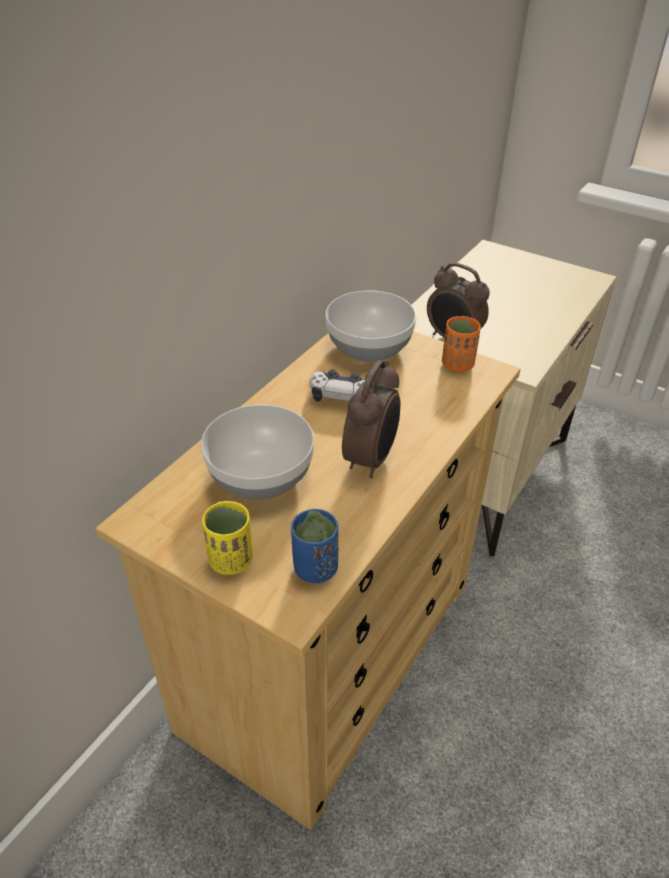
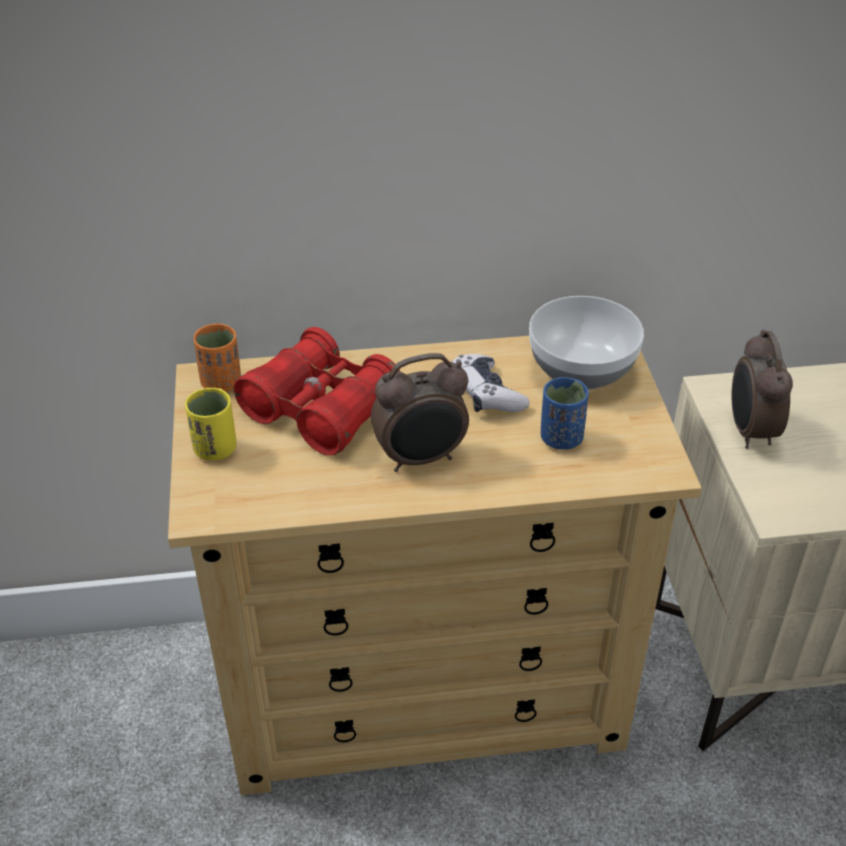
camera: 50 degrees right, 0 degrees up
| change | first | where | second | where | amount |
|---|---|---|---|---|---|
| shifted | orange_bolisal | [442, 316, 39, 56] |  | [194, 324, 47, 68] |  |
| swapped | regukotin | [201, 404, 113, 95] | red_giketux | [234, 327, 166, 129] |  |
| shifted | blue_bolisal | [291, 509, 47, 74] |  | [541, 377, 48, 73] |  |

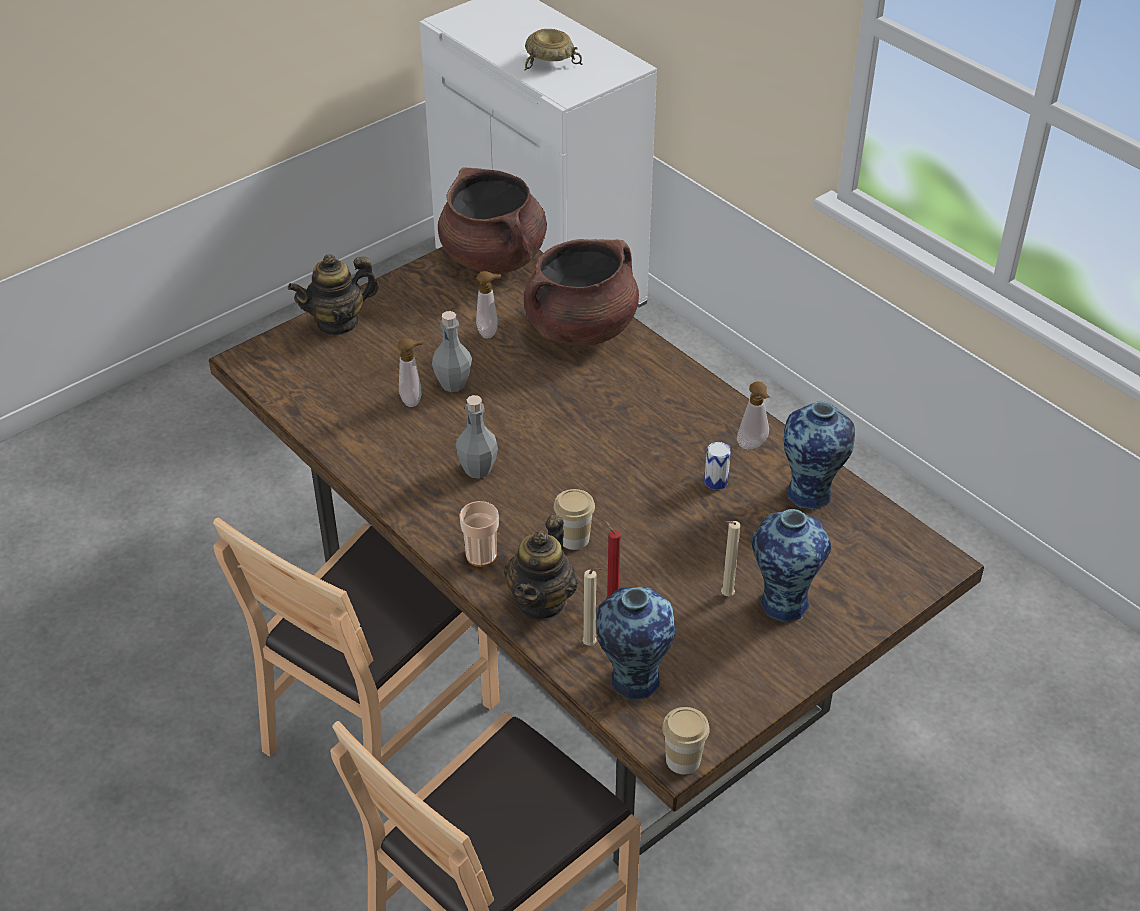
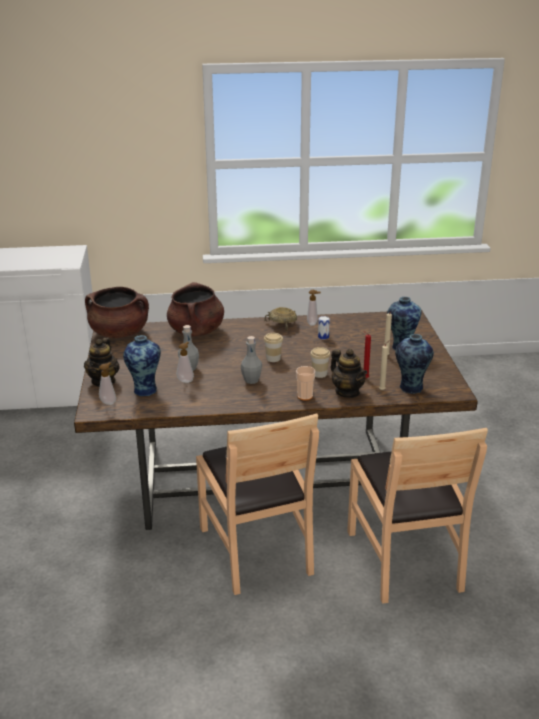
camera: 55 degrees left, 15 degrees down
| change | first | where | second | where | amount |
|---|---|---|---|---|---|
| shifted | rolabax | [476, 271, 25, 68] |  | [99, 362, 17, 43] |  |
| shifted | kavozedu | [784, 401, 71, 110] |  | [123, 335, 38, 61] |  |
| shifted | beige_regukotin | [524, 29, 58, 42] |  | [264, 307, 33, 25] |  |
| shifted | bolisal | [662, 707, 48, 67] |  | [264, 333, 19, 29] |  |

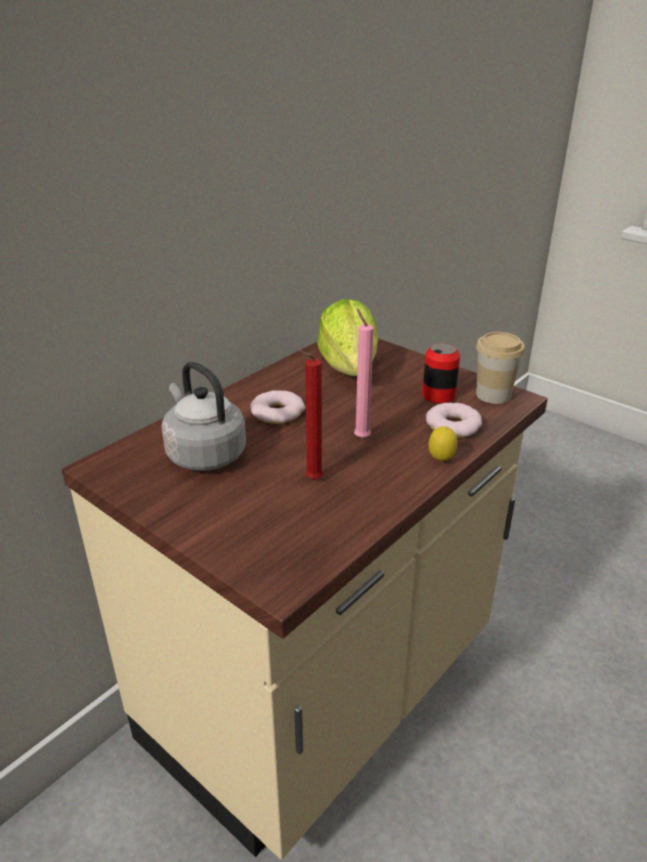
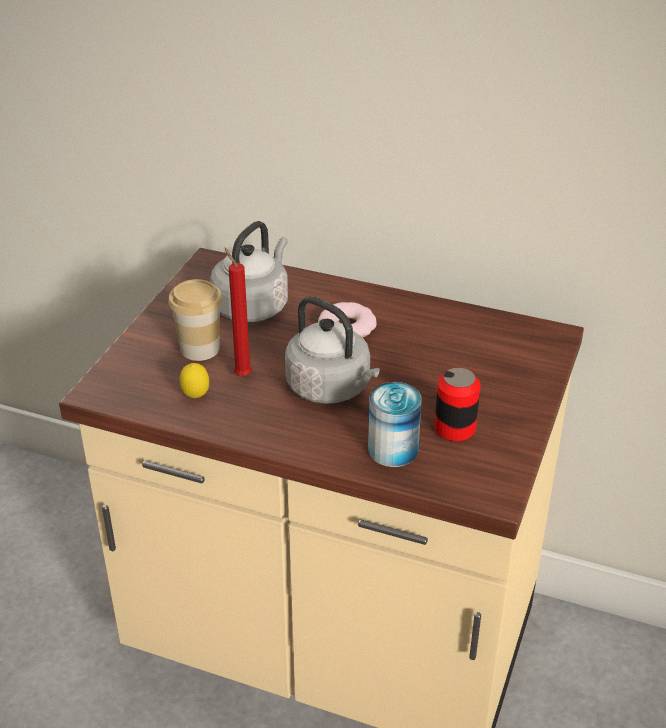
camera: 70 degrees right, 5 degrees up
| change | first | where | second | where | amount |
|---|---|---|---|---|---|
| shifted | bolisal | [476, 332, 49, 72] |  | [168, 279, 55, 82] |  |
| shifted | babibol | [429, 426, 28, 35] |  | [180, 363, 29, 35] |  |
| swapped | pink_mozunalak | [354, 308, 20, 131] | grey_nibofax | [285, 296, 95, 108] |  |
| swapped | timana | [426, 403, 56, 35] | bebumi | [368, 382, 54, 85] |  |
| gone | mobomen | [317, 299, 61, 77] |  |  |  |

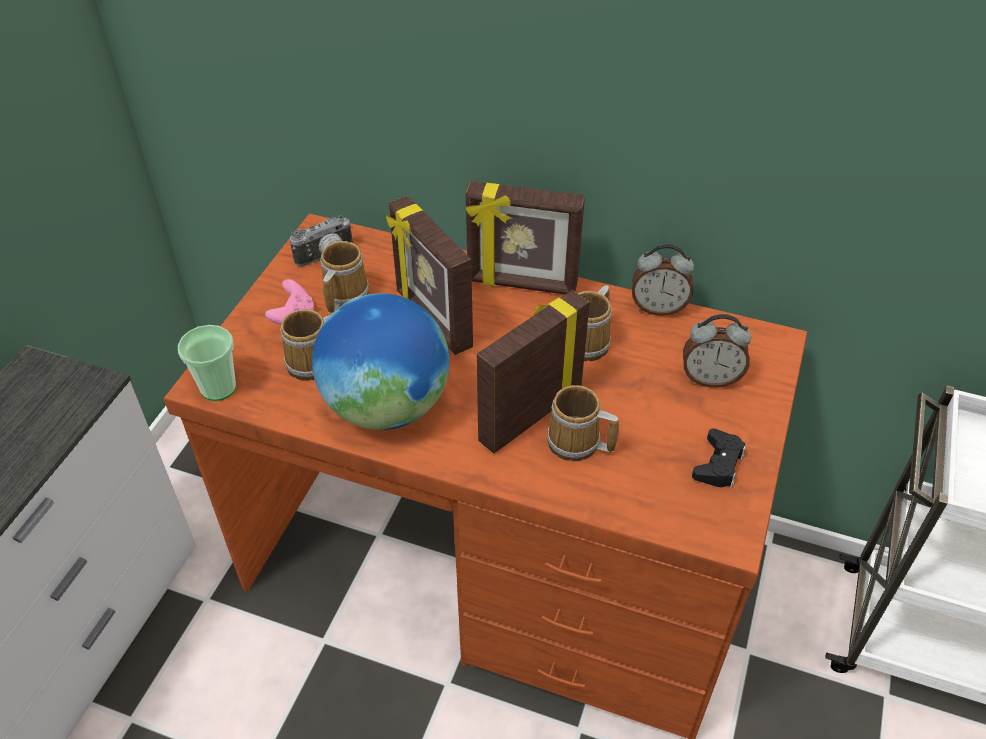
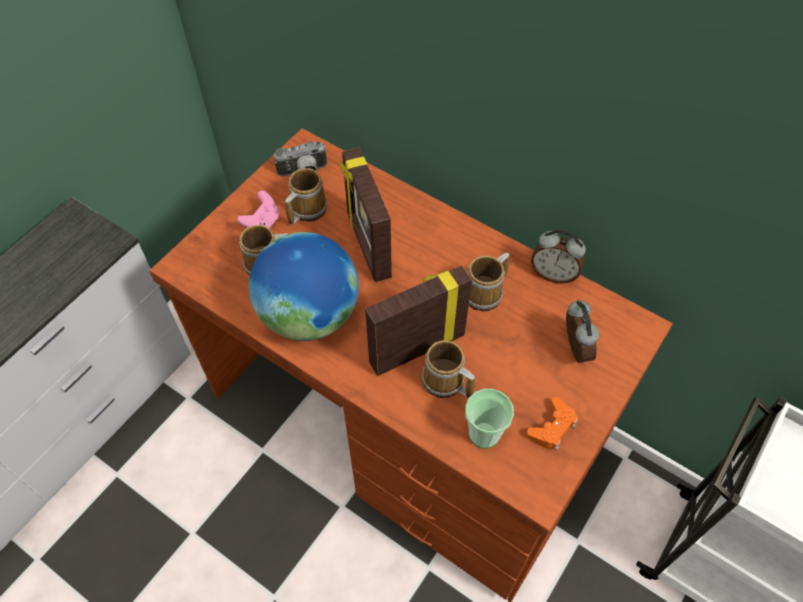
camera: 15 degrees right, 10 degrees up
| change | first | where | second | where | amount |
|---|---|---|---|---|---|
| shifted | bolisal | [178, 325, 58, 76] |  | [465, 389, 49, 59] |  |
| repainted | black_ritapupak | [692, 428, 54, 59] | orange_ritapupak | [526, 397, 52, 54] |  |
| rotated | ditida | [683, 314, 68, 74] |  | [566, 300, 33, 63] | 120 degrees counterclockwise |
| gone | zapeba | [466, 181, 119, 114] |  |  |  |

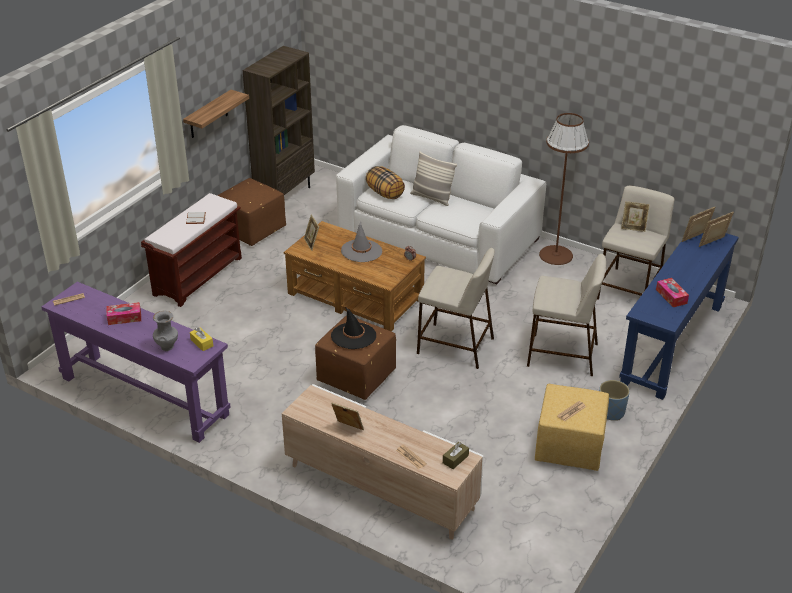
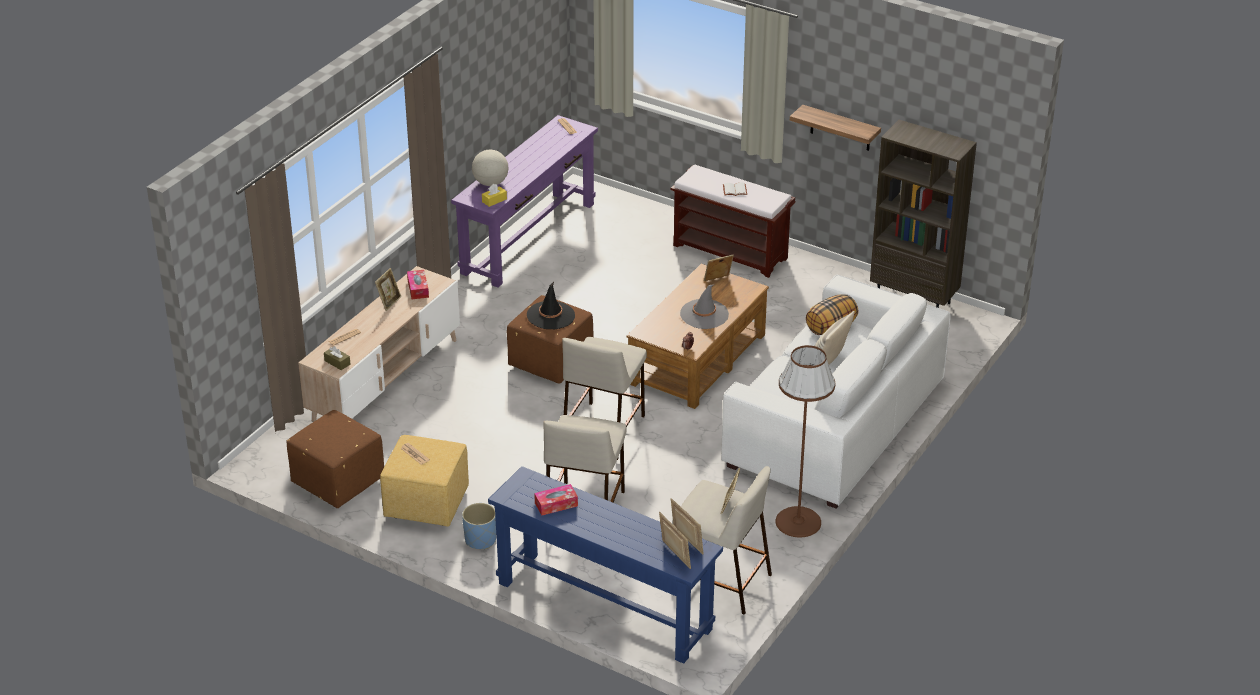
camera: 90 degrees right, 0 degrees up
| change | first | where | second | where | amount |
|---|---|---|---|---|---|
| shifted | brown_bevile | [217, 178, 69, 68] |  | [286, 410, 98, 98] |  |
| shifted | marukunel | [107, 302, 34, 23] |  | [407, 270, 22, 29] |  |
| swapped | grey_kavozedu | [153, 311, 25, 40] | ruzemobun | [472, 150, 36, 36] |  |

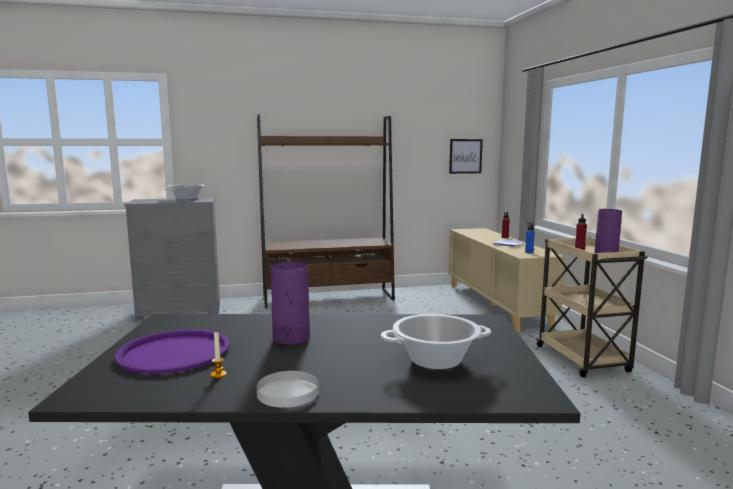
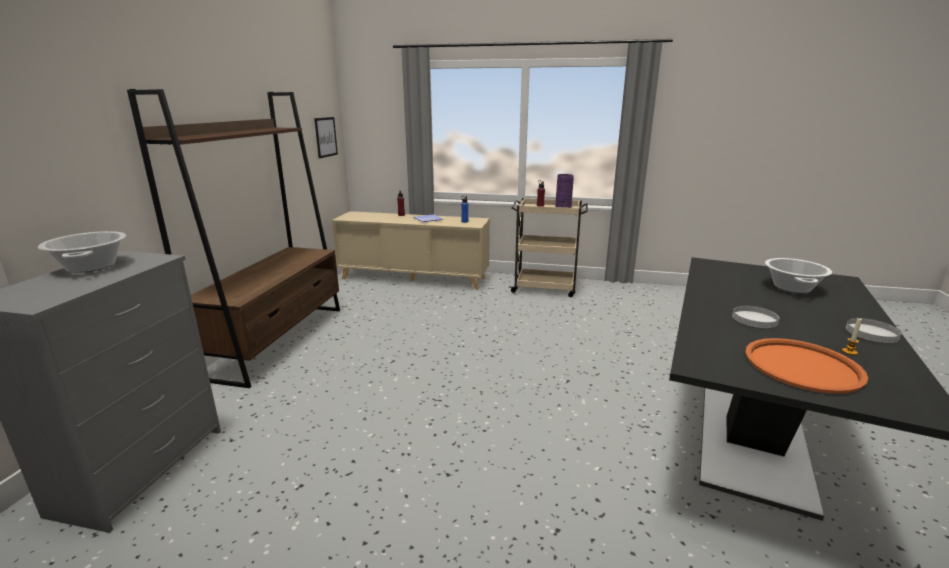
camera: 65 degrees left, 10 degrees up
| change | first | where | second | where | amount |
|---|---|---|---|---|---|
| swapped | purple_kavozedu | [271, 261, 39, 84] | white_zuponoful | [732, 305, 48, 23] |  |
| repainted | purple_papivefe | [115, 329, 115, 45] | orange_papivefe | [745, 338, 123, 56] |  |

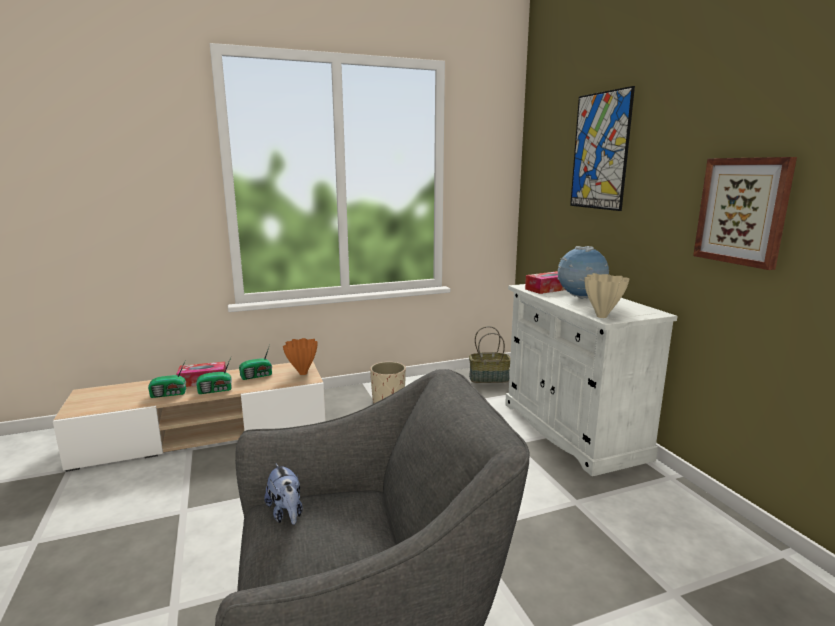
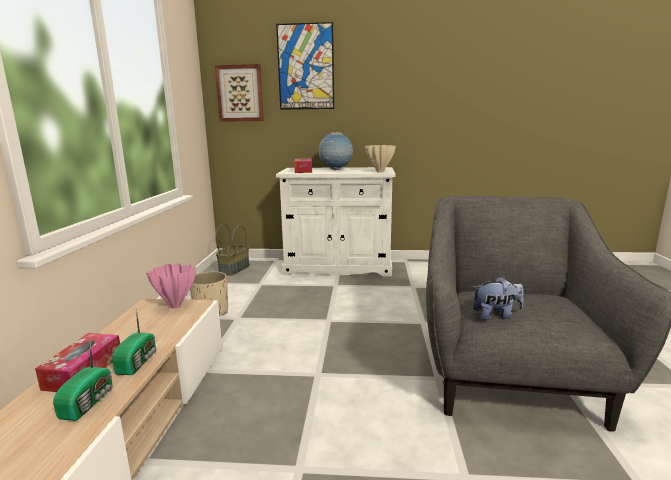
camera: 65 degrees left, 0 degrees up
| change | first | where | second | where | amount |
|---|---|---|---|---|---|
| repainted | orange_kavozedu | [283, 338, 35, 37] | pink_kavozedu | [146, 263, 50, 45] |  |
| shifted | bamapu | [693, 157, 104, 113] |  | [215, 64, 49, 58] |  |
| gone | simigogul | [239, 345, 33, 35] |  |  |  |

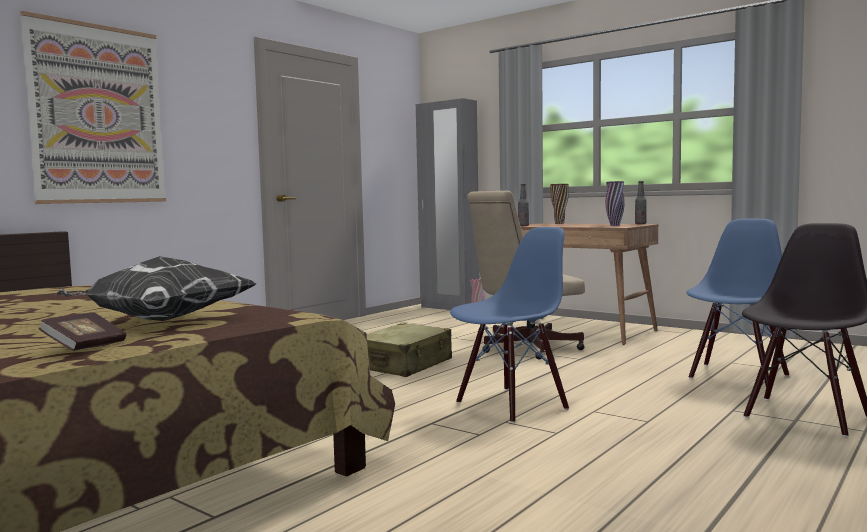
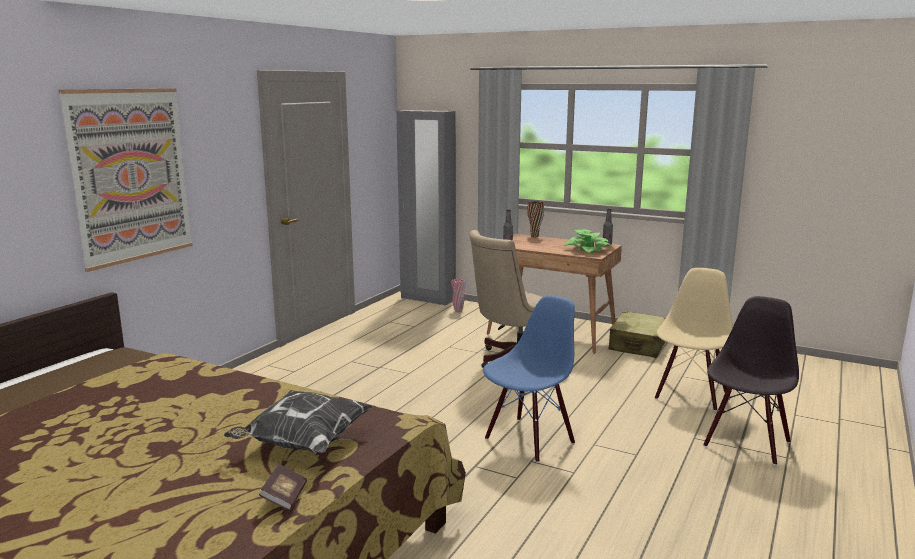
camera: 10 degrees left, 10 degrees up
| change | first | where | second | where | amount |
|---|---|---|---|---|---|
| swapped | purple_kavozedu | [606, 181, 19, 45] | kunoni | [563, 229, 48, 24] |  |
| shifted | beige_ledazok | [367, 323, 85, 54] |  | [609, 311, 57, 47] |  |
| repainted | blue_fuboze | [686, 219, 103, 168] | beige_fuboze | [655, 268, 78, 143] |  |

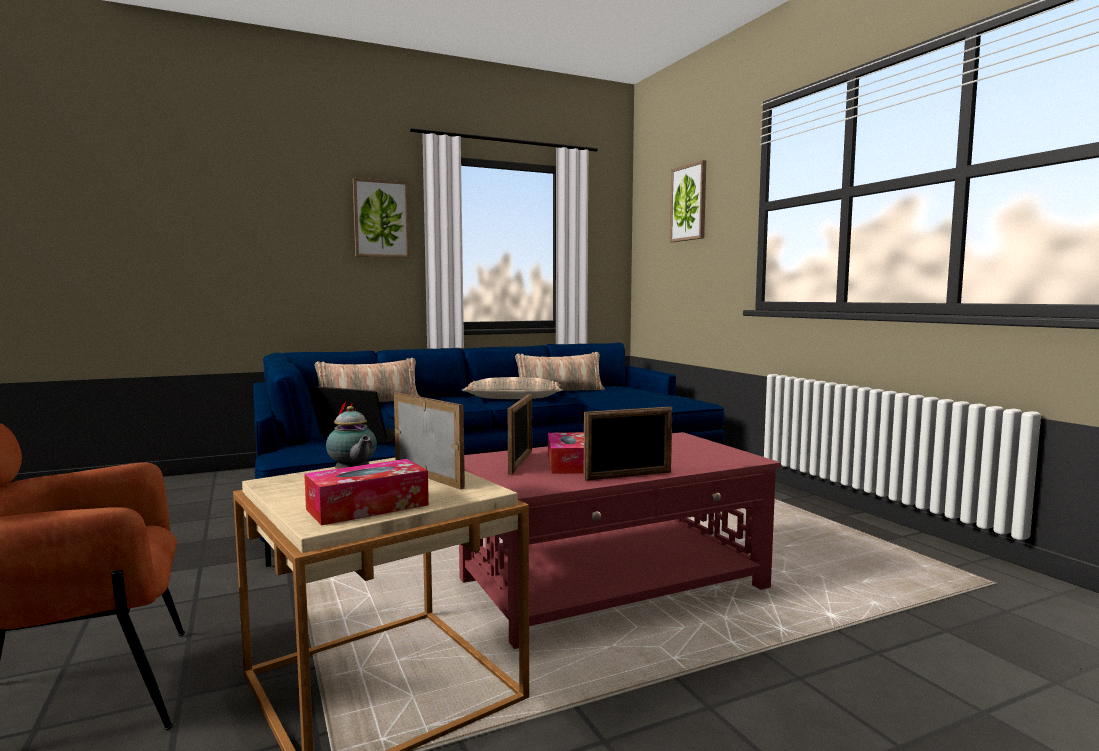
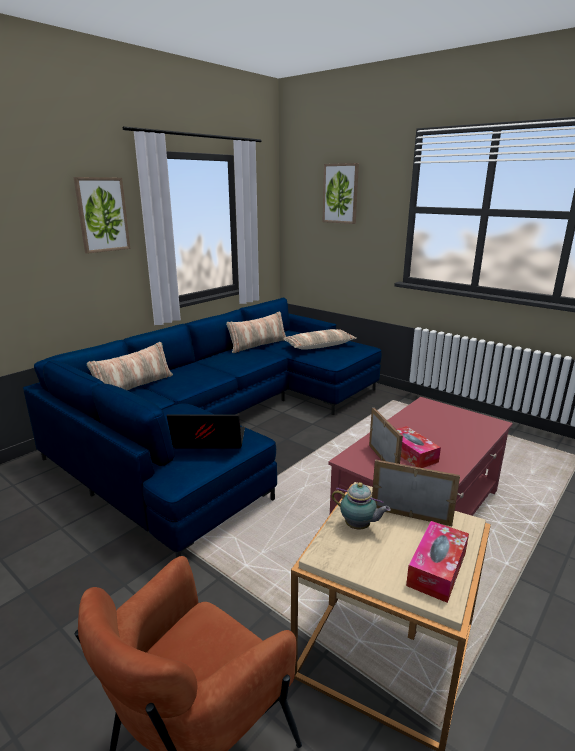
camera: 25 degrees left, 15 degrees up
| change | first | where | second | where | amount |
|---|---|---|---|---|---|
| shifted | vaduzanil | [462, 377, 101, 22] |  | [283, 329, 74, 21] |  |
| gone | zapeba | [584, 407, 88, 74] |  |  |  |

